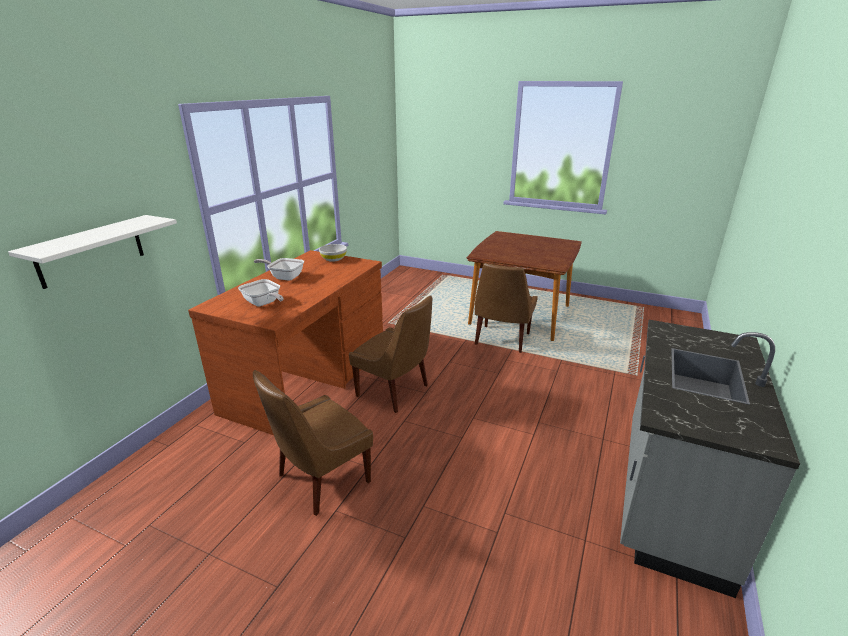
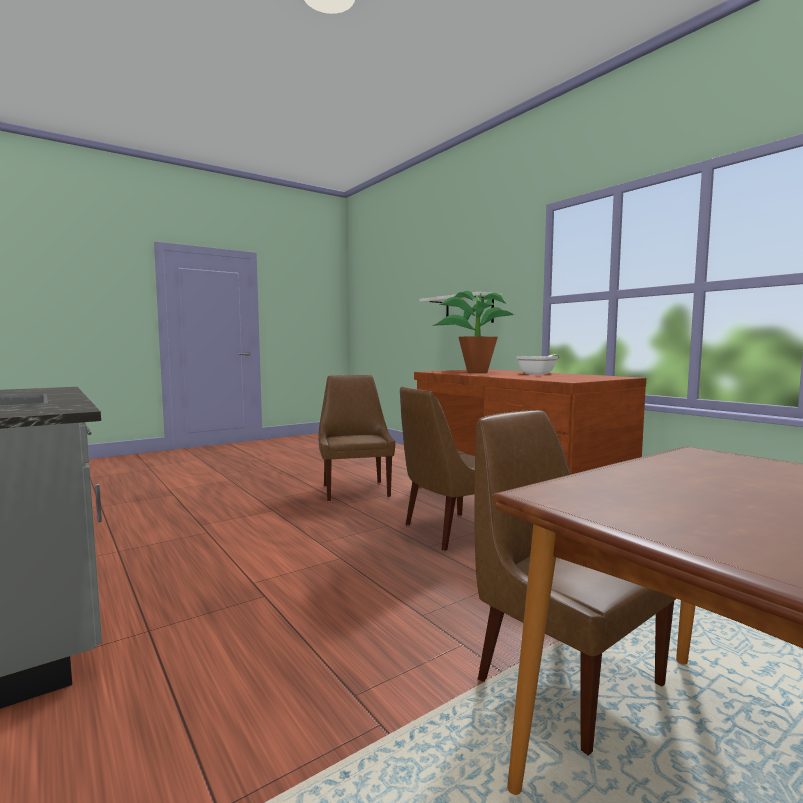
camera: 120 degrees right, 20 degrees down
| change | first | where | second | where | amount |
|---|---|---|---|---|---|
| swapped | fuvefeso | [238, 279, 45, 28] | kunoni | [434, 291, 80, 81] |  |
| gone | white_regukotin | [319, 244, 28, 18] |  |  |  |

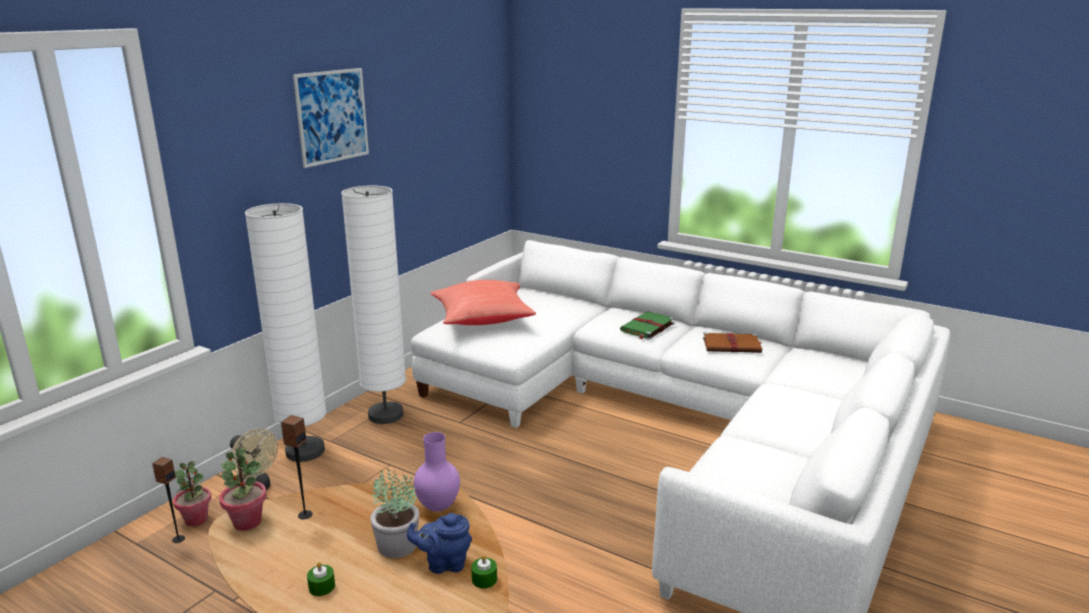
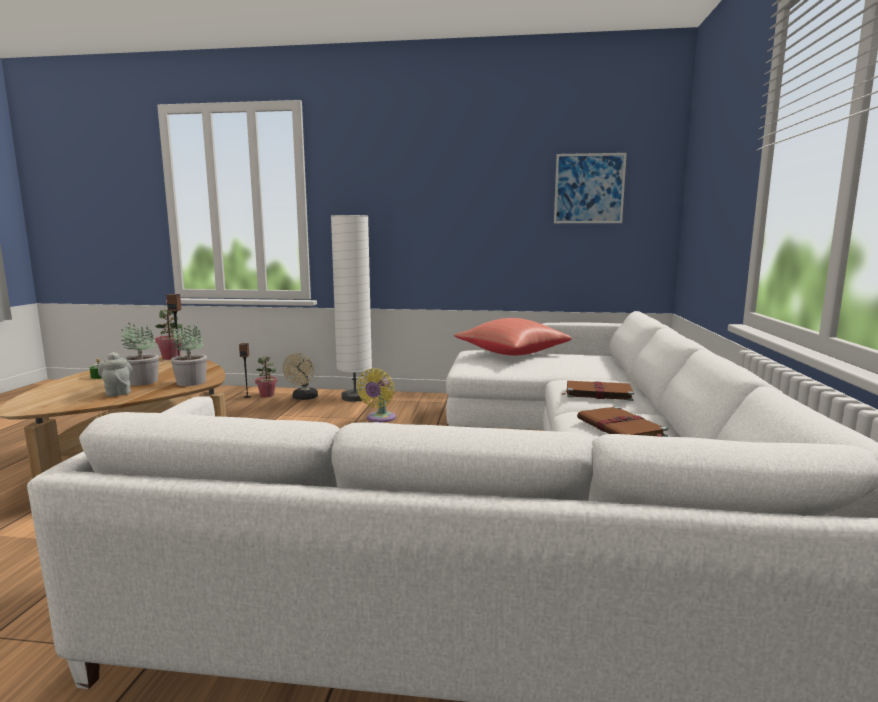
camera: 65 degrees right, 10 degrees down
| change | first | where | second | where | amount |
|---|---|---|---|---|---|
| repainted | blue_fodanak | [407, 513, 65, 61] | grey_fodanak | [98, 352, 34, 45] |  |
| swapped | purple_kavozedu | [414, 432, 46, 80] | kunoni | [171, 324, 36, 62] |  |
| new |  |  | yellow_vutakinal | [357, 368, 39, 54] |  |
| shifted | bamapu | [293, 68, 76, 100] |  | [554, 153, 73, 70] |  |
| repainted | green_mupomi | [620, 312, 55, 28] | brown_mupomi | [561, 381, 73, 20] |  |
| gone | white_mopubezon | [341, 185, 65, 239] |  |  |  |
| gone | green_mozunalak | [471, 555, 26, 34] |  |  |  |

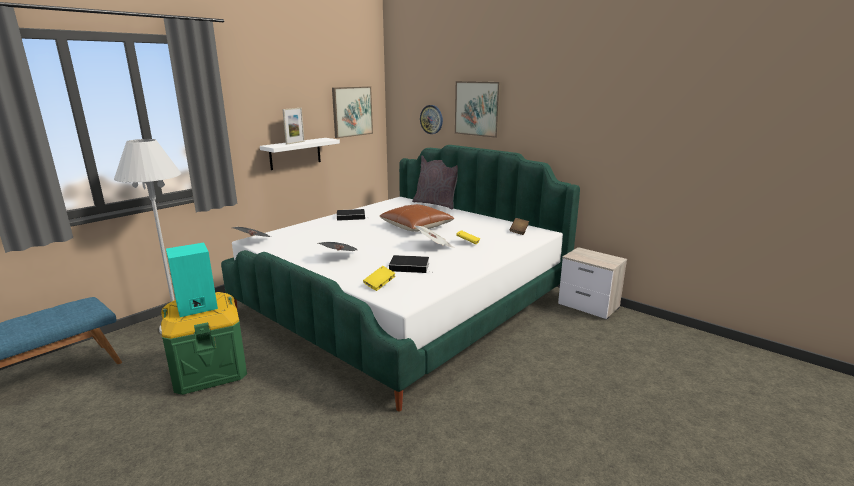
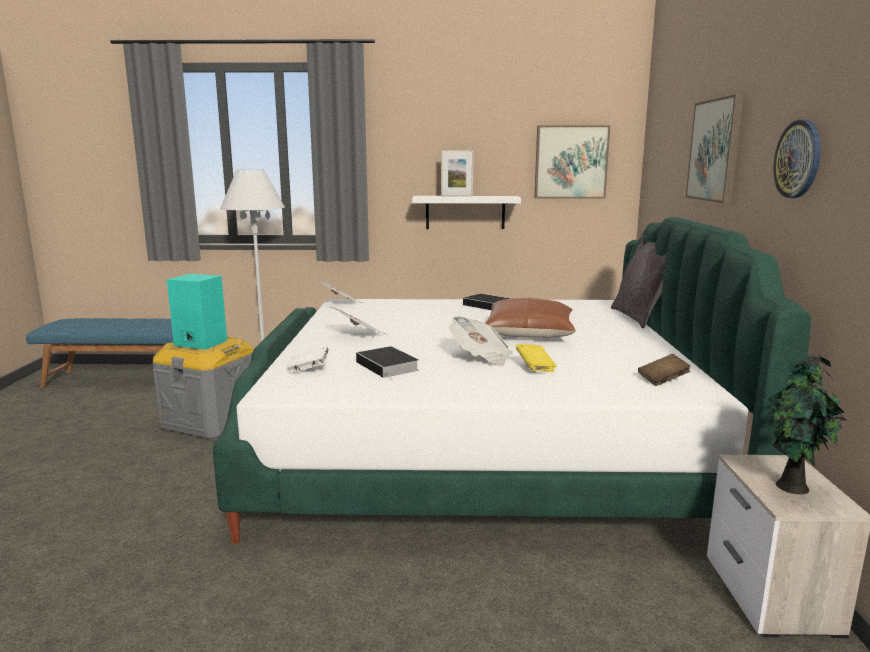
camera: 50 degrees right, 5 degrees down
| change | first | where | second | where | amount |
|---|---|---|---|---|---|
| repainted | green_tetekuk | [161, 292, 86, 103] | grey_tetekuk | [153, 337, 101, 101] |  |
| repainted | yellow_mupomi | [363, 266, 33, 25] | white_mupomi | [286, 346, 43, 28] |  |
| new |  |  | kunoni | [767, 354, 79, 140] |  |
| shifted | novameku | [420, 105, 23, 29] |  | [773, 120, 48, 78] |  |

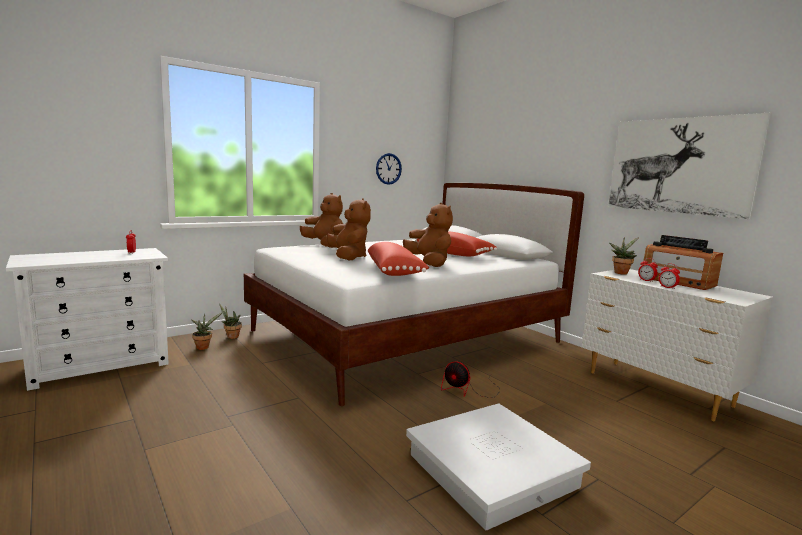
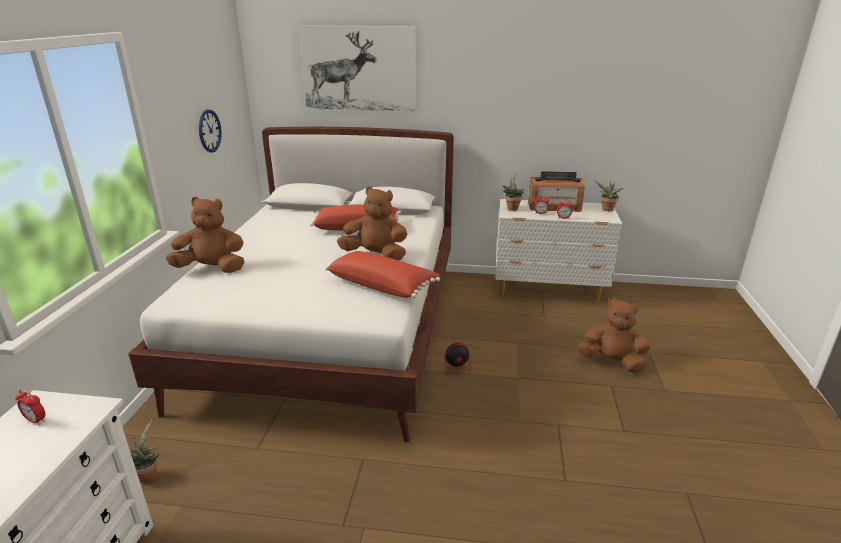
camera: 45 degrees left, 15 degrees up
| change | first | where | second | where | amount |
|---|---|---|---|---|---|
| shifted | bamapu | [608, 113, 164, 106] |  | [299, 26, 118, 86] |  |
| shifted | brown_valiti | [327, 198, 44, 62] |  | [577, 297, 74, 76] |  |
| shifted | kunoni | [219, 303, 23, 36] |  | [595, 181, 29, 30] |  |
| gone | white_tetekuk | [406, 403, 185, 127] |  |  |  |

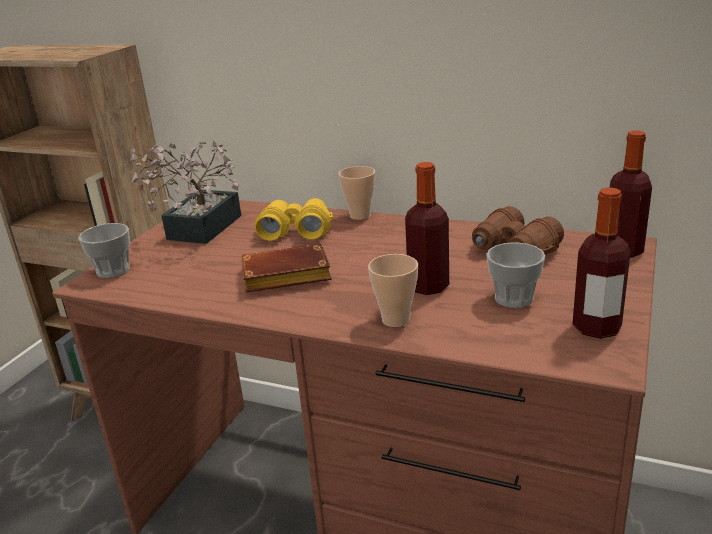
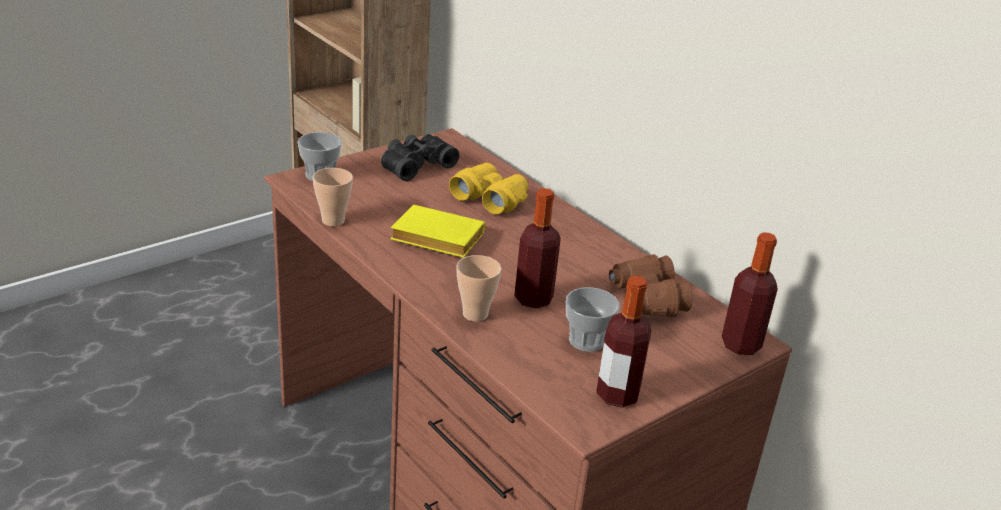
camera: 25 degrees right, 5 degrees up
| change | first | where | second | where | amount |
|---|---|---|---|---|---|
| shifted | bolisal | [339, 166, 36, 54] |  | [313, 168, 40, 58] |  |
| swapped | kunoni | [130, 141, 111, 103] | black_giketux | [381, 134, 78, 47] |  |
| repainted | brown_mupomi | [241, 244, 91, 49] | yellow_mupomi | [390, 205, 95, 53] |  |

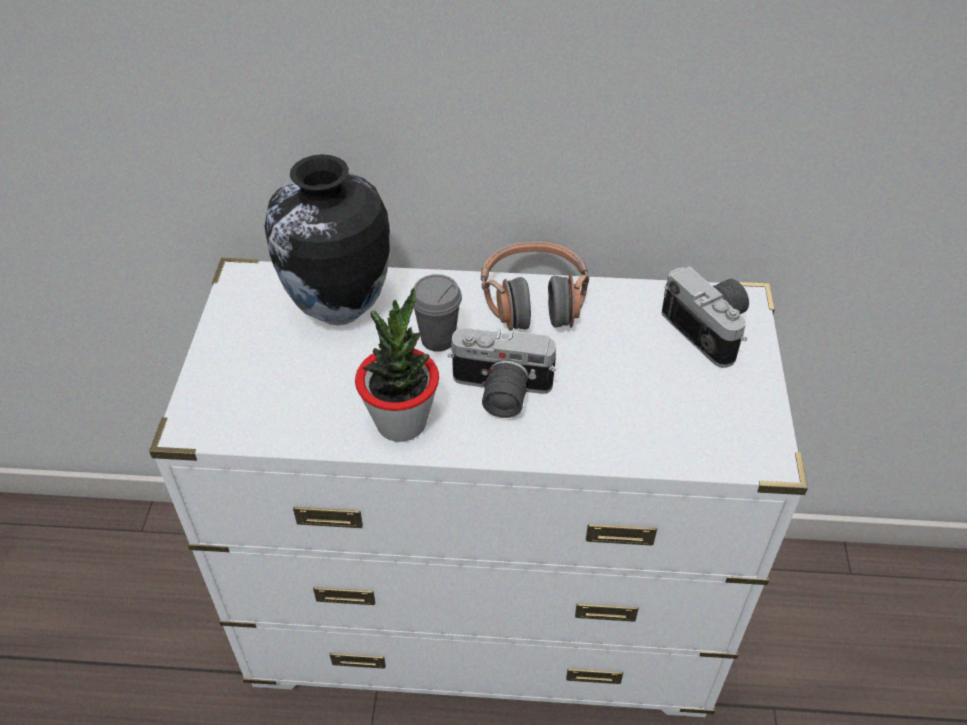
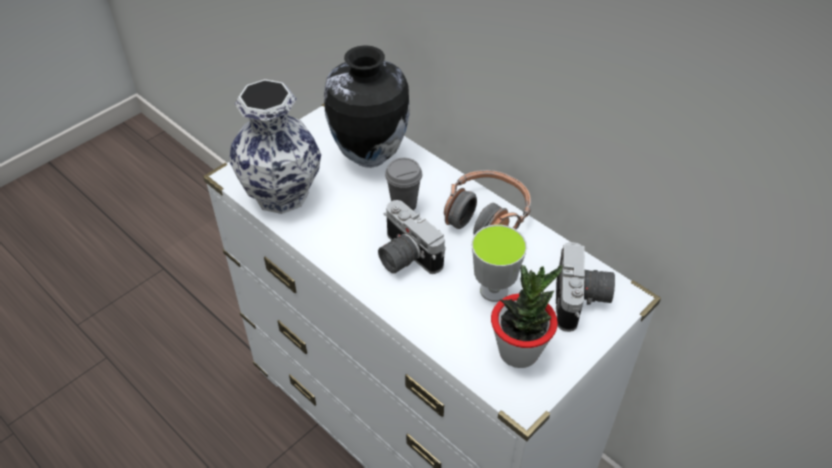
camera: 40 degrees right, 0 degrees up
| change | first | where | second | where | amount |
|---|---|---|---|---|---|
| new |  |  | kavozedu | [229, 79, 92, 135] |  |
| new |  |  | bolisal | [472, 224, 55, 78] |  |
| shifted | kunoni | [355, 288, 84, 154] |  | [491, 265, 71, 103] |  |

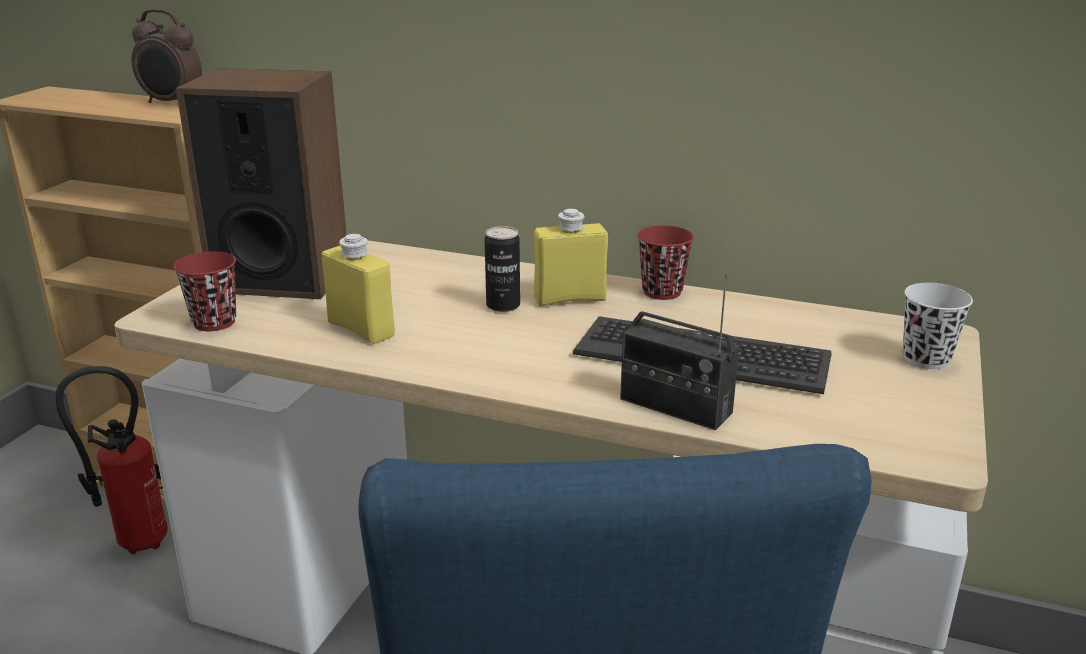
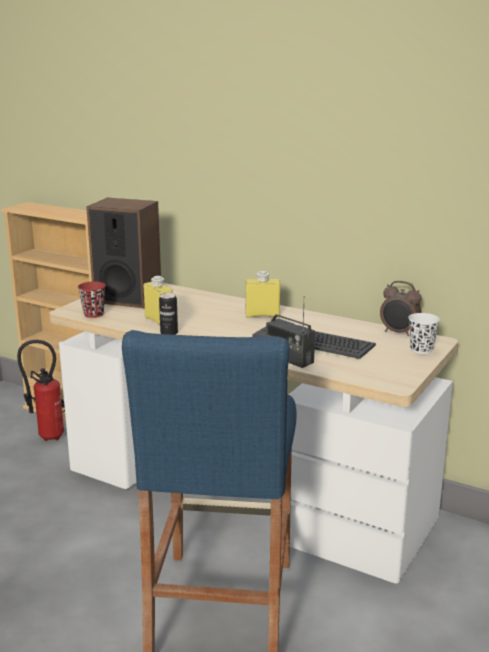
camera: 10 degrees right, 5 degrees down
| change | first | where | second | where | amount |
|---|---|---|---|---|---|
| shifted | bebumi | [485, 226, 35, 86] |  | [159, 292, 19, 43] |  |
| shifted | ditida | [132, 9, 70, 94] |  | [380, 281, 42, 55] |  |
| gone | red_bolisal | [637, 225, 57, 75] |  |  |  |

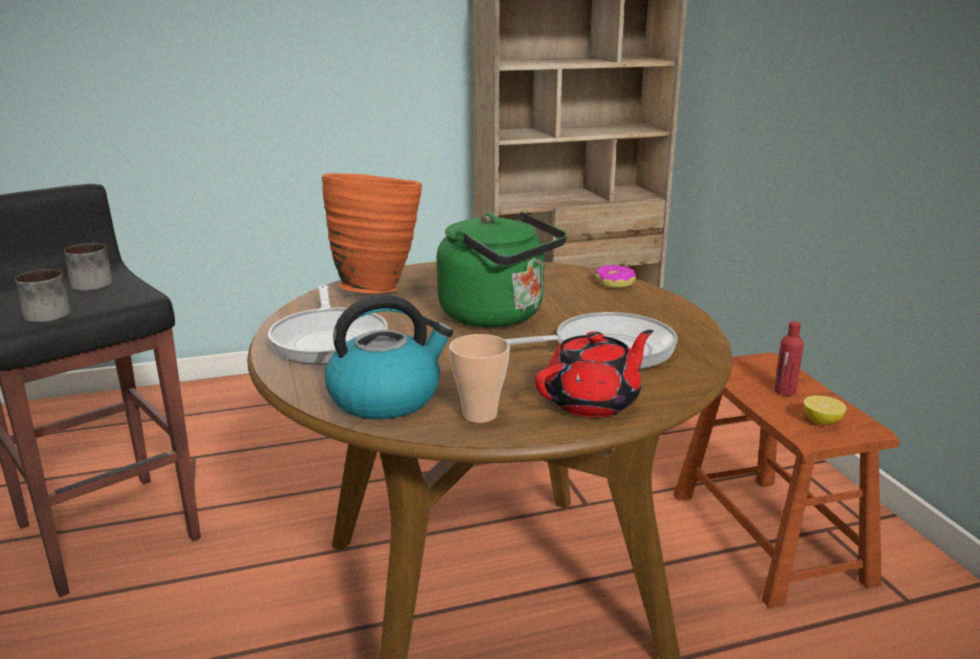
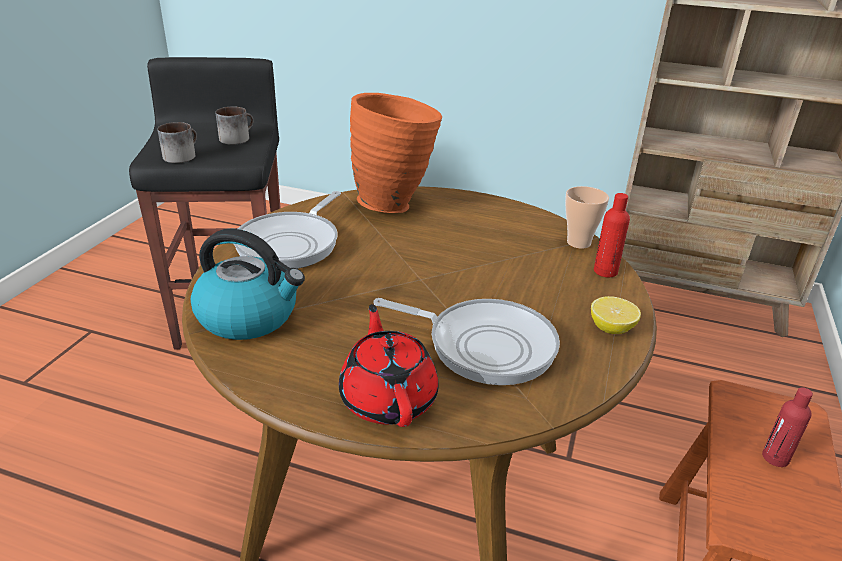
camera: 35 degrees right, 10 degrees up
| change | first | where | second | where | amount |
|---|---|---|---|---|---|
| rotated | red_fodanak | [535, 330, 118, 87] |  | [339, 304, 100, 123] | 105 degrees counterclockwise |
| shifted | bolisal | [449, 334, 61, 89] |  | [565, 186, 44, 63] |  |
| shifted | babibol | [804, 396, 42, 29] |  | [591, 296, 50, 38] |  |
| swapped | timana | [595, 265, 41, 23] | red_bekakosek | [594, 193, 36, 84] |  |
| gone | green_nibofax | [437, 212, 130, 115] |  |  |  |

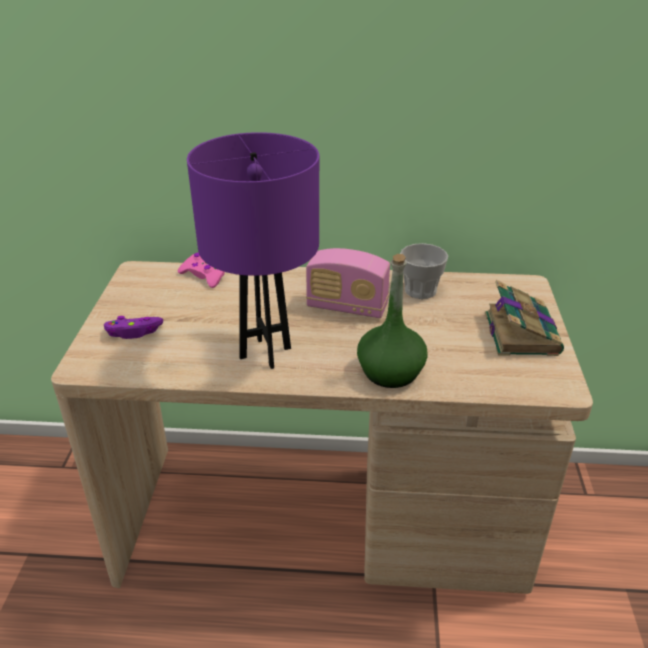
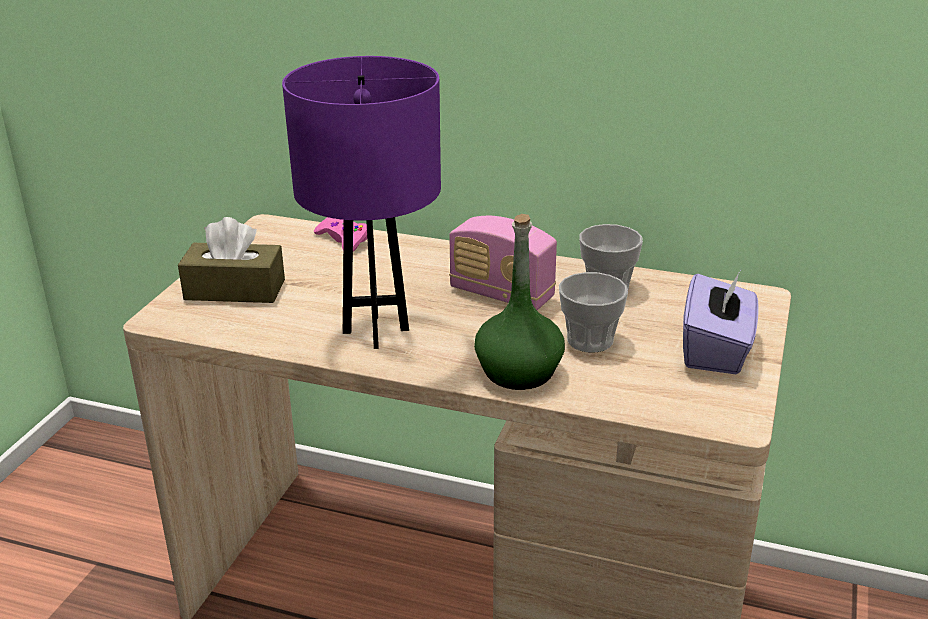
camera: 15 degrees right, 5 degrees down
| change | first | where | second | where | amount |
|---|---|---|---|---|---|
| swapped | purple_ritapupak | [104, 316, 59, 23] | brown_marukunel | [178, 217, 107, 86] |  |
| new |  |  | bolisal | [559, 272, 69, 80] |  |
| swapped | mupomi | [485, 280, 79, 76] | purple_marukunel | [683, 271, 76, 103] |  |

